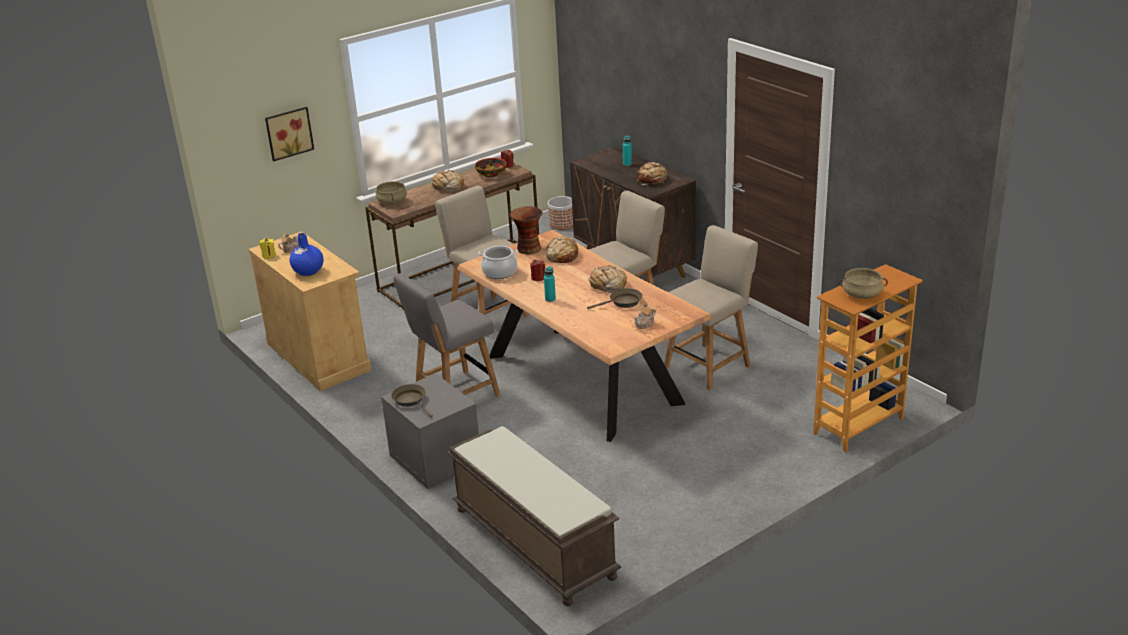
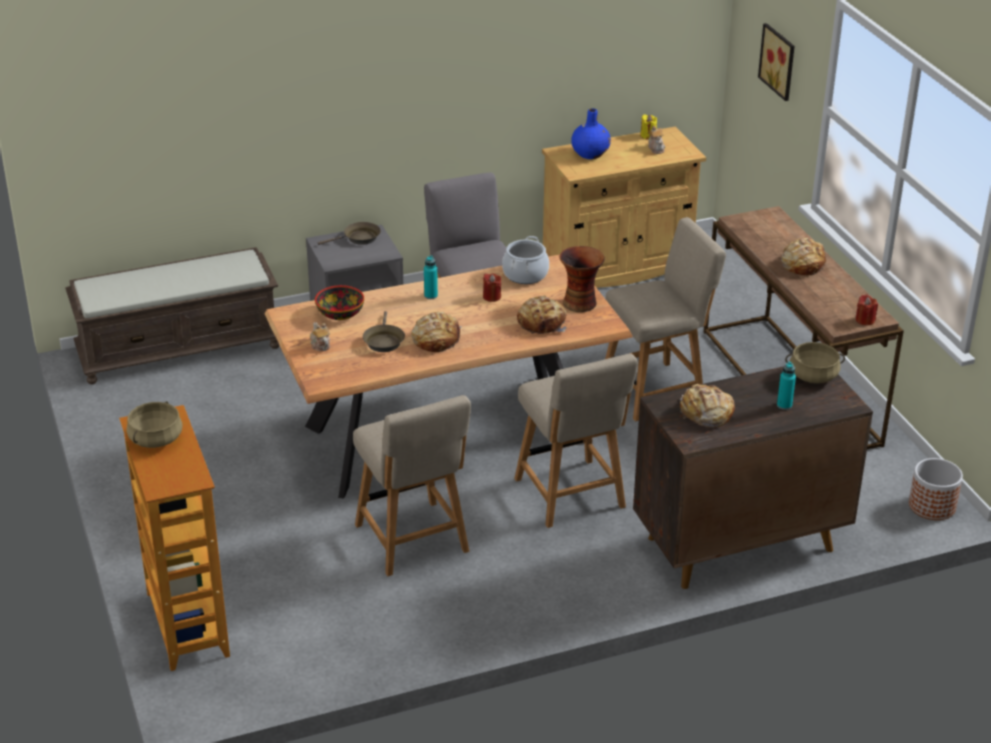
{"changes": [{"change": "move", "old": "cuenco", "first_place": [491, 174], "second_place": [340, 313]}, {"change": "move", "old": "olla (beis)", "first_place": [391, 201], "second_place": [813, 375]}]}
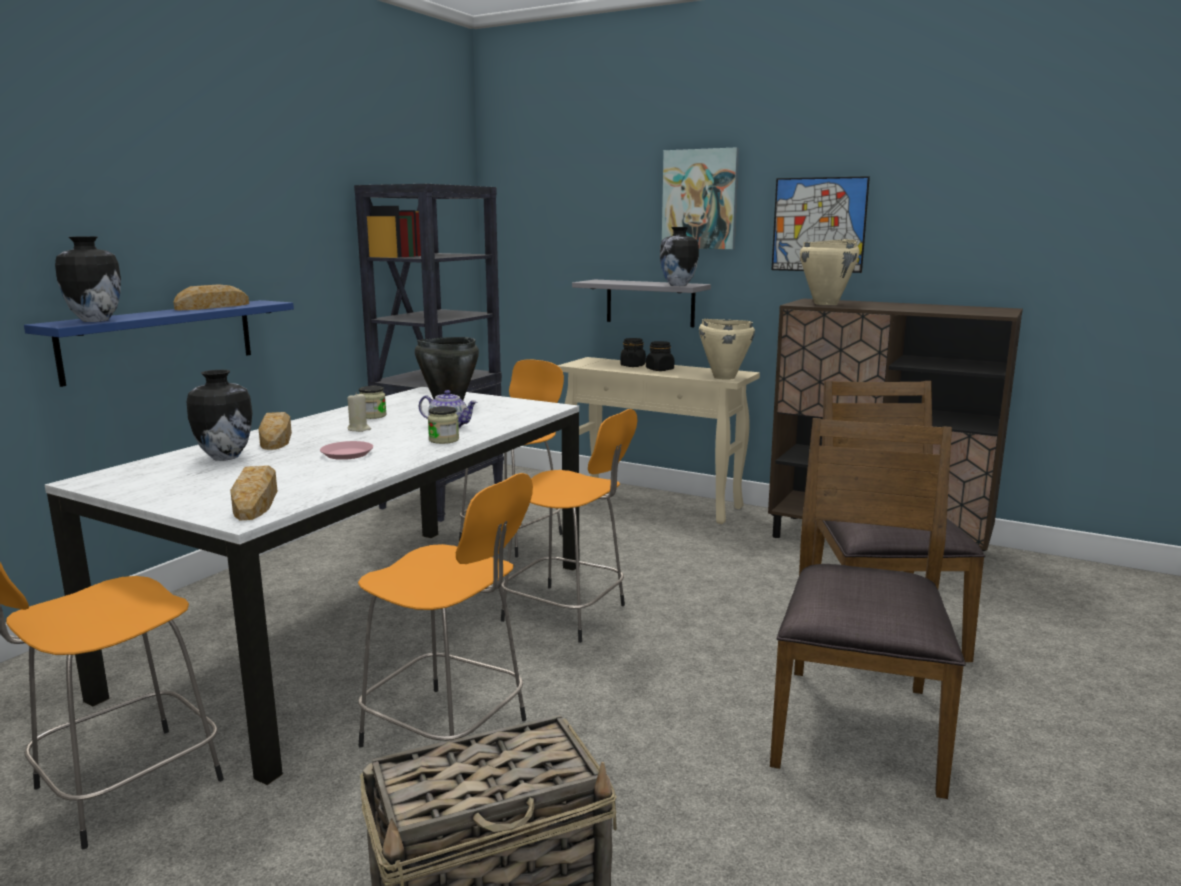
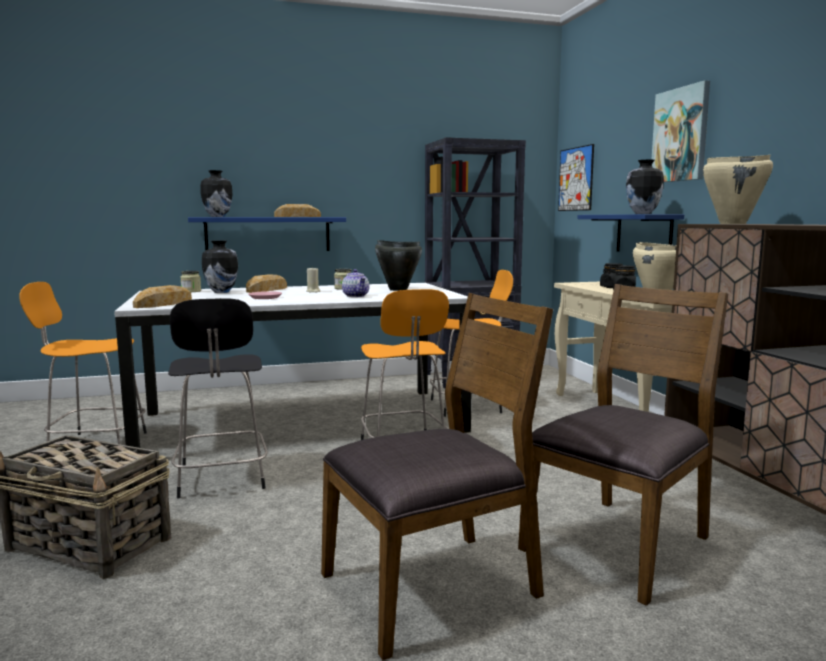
{"changes": [{"change": "recolor", "old": "taburete (naranja)", "new": "taburete (negro)", "first_place": [449, 735], "second_place": [222, 479]}, {"change": "move", "old": "tarro", "first_place": [444, 440], "second_place": [191, 291]}, {"change": "move", "old": "cuadro", "first_place": [819, 225], "second_place": [576, 179]}, {"change": "recolor", "old": "estante (gris)", "new": "estante (azul)", "first_place": [650, 303], "second_place": [643, 234]}]}
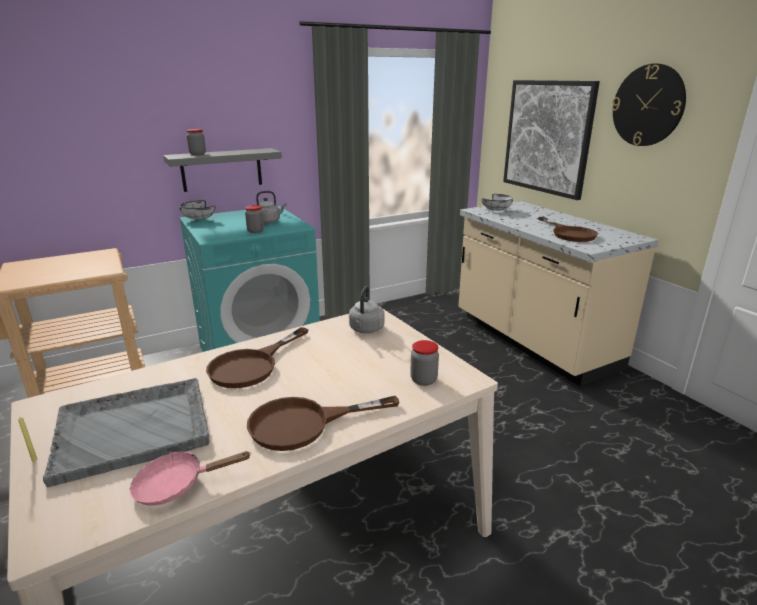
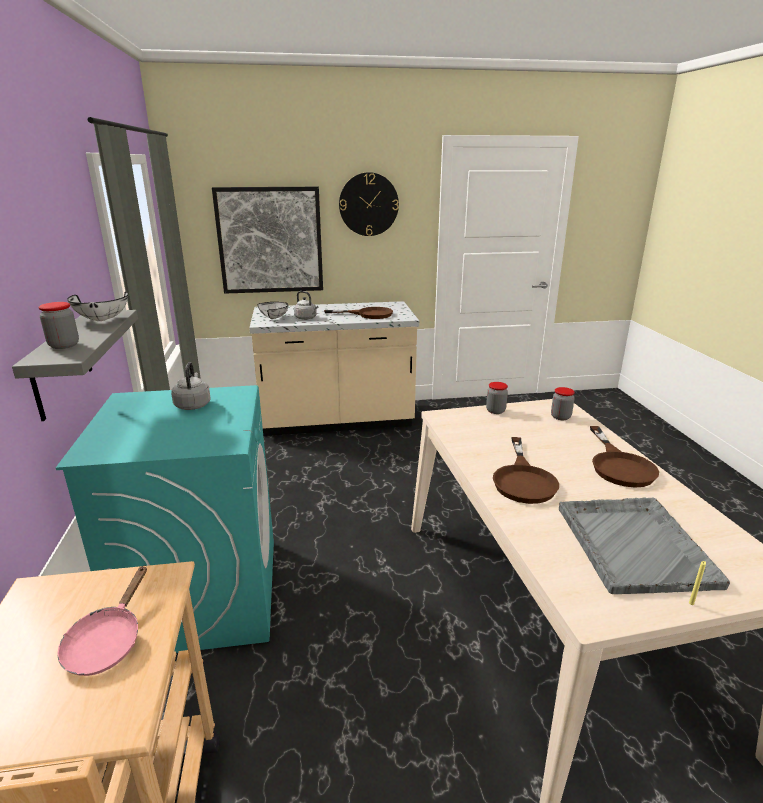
{"changes": [{"change": "move", "old": "sartén (rosa)", "first_place": [177, 485], "second_place": [107, 642]}, {"change": "move", "old": "cuenco (blanco)", "first_place": [197, 219], "second_place": [102, 320]}, {"change": "move", "old": "hervidor (gris)", "first_place": [366, 329], "second_place": [306, 318]}, {"change": "move", "old": "tarro", "first_place": [256, 231], "second_place": [495, 411]}, {"change": "rotate", "old": "sartén (marrón)", "first_place": [252, 365], "second_place": [523, 479], "degrees": 45}]}
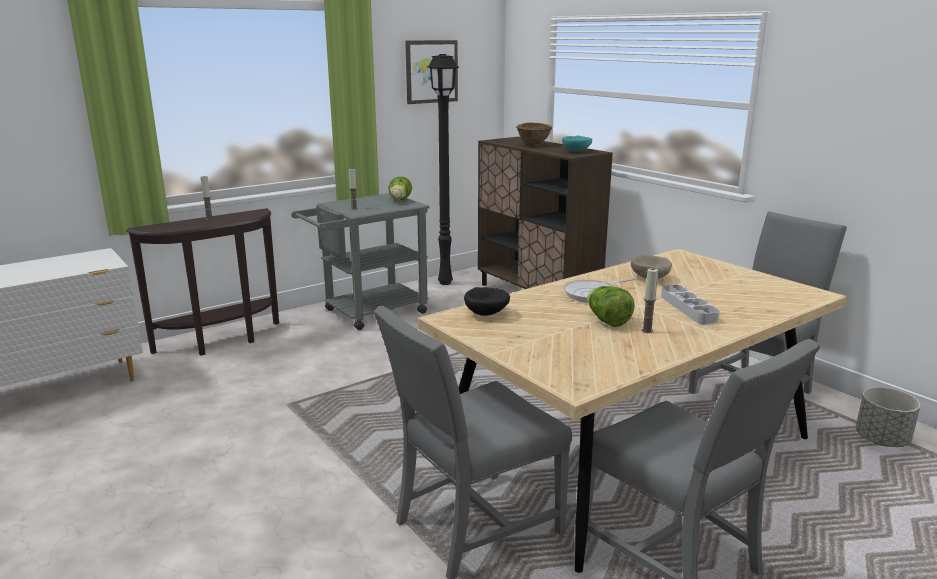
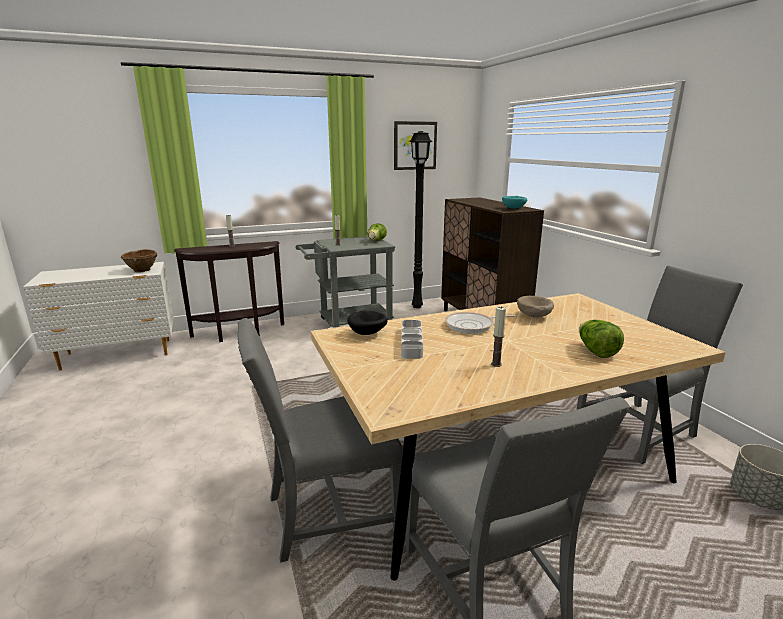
{"changes": [{"change": "move", "old": "cuenco (marrón)", "first_place": [533, 145], "second_place": [142, 270]}, {"change": "move", "old": "bandeja (gris)", "first_place": [688, 308], "second_place": [411, 342]}, {"change": "move", "old": "lechuga", "first_place": [607, 321], "second_place": [596, 351]}]}
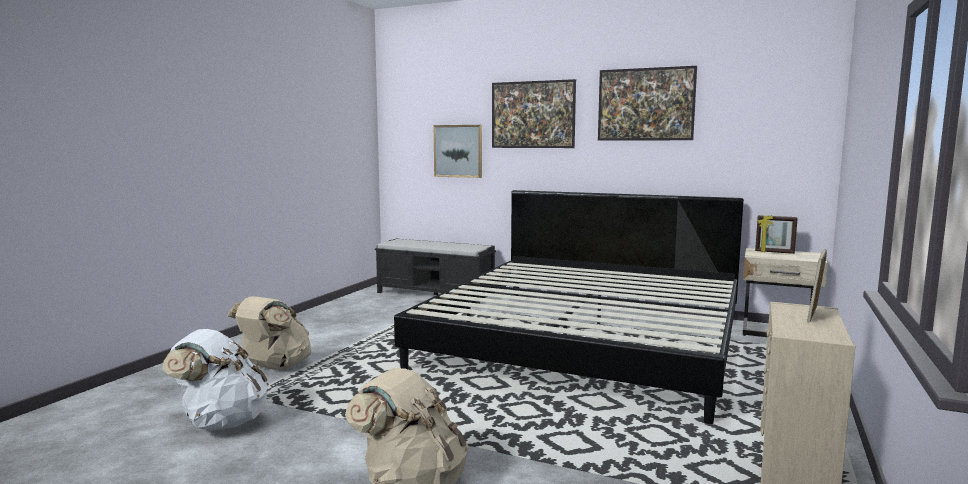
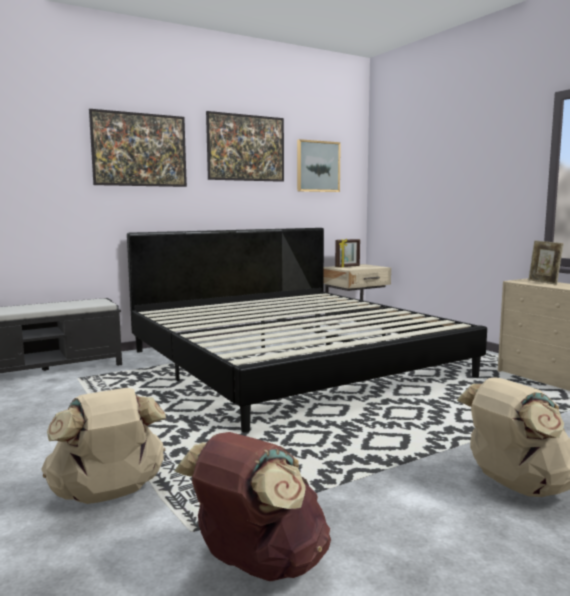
{"changes": [{"change": "recolor", "old": "mochila (blanco)", "new": "mochila (marrón)", "first_place": [222, 422], "second_place": [258, 565]}, {"change": "move", "old": "cuadro", "first_place": [458, 151], "second_place": [318, 166]}]}
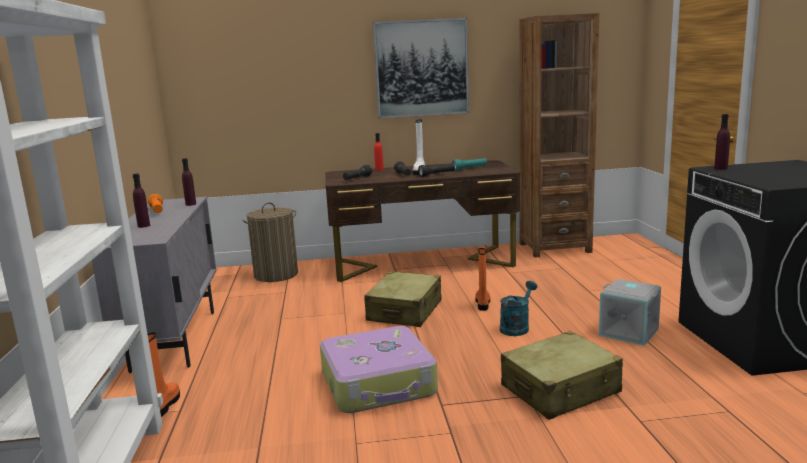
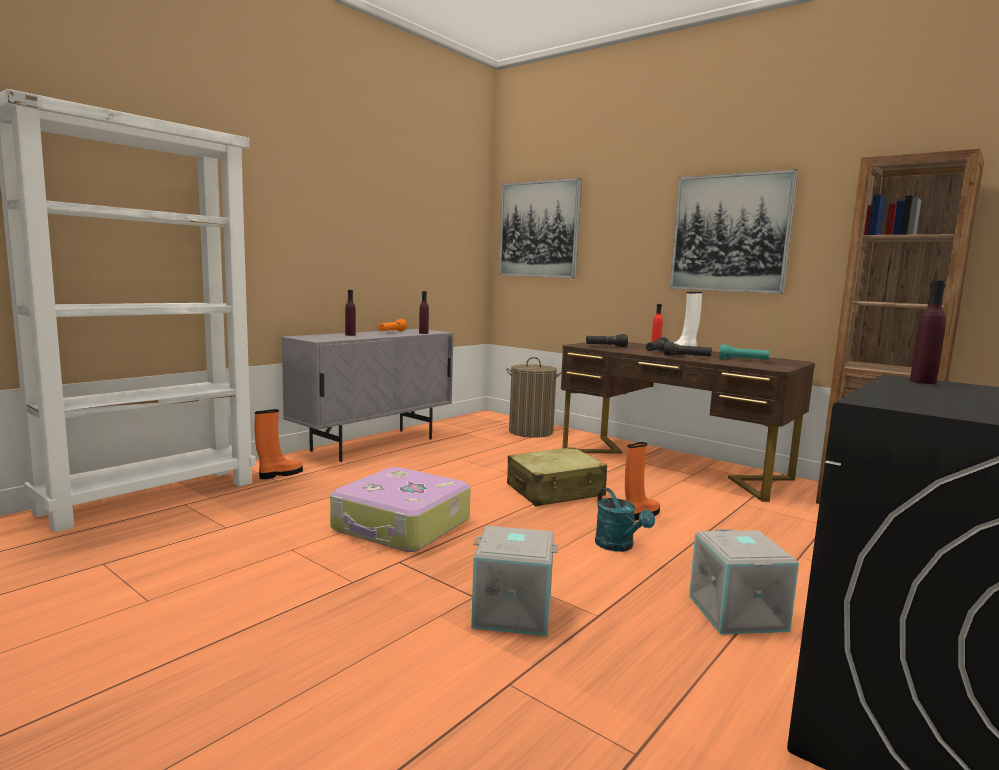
{"changes": [{"change": "replace", "old": "maleta (beis)", "new": "caja de almacenaje (gris)", "first_place": [560, 390], "second_place": [513, 611]}, {"change": "insert", "new": "cuadro", "second_place": [539, 229]}, {"change": "rotate", "old": "regadera (turquesa)", "first_place": [516, 327], "second_place": [618, 546], "degrees": 75}]}
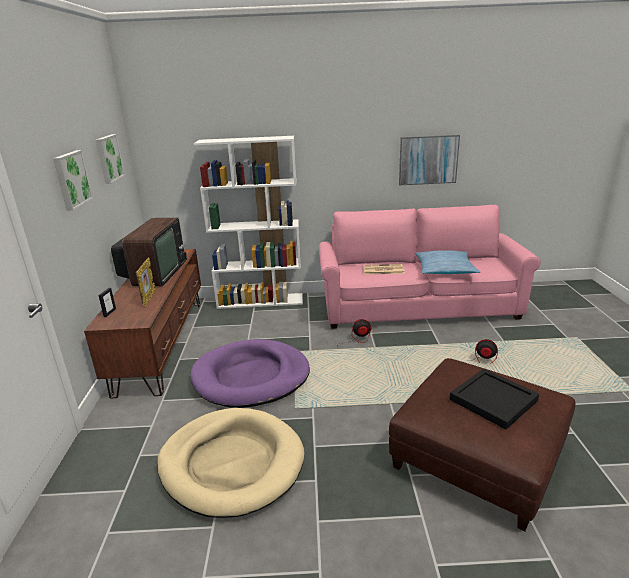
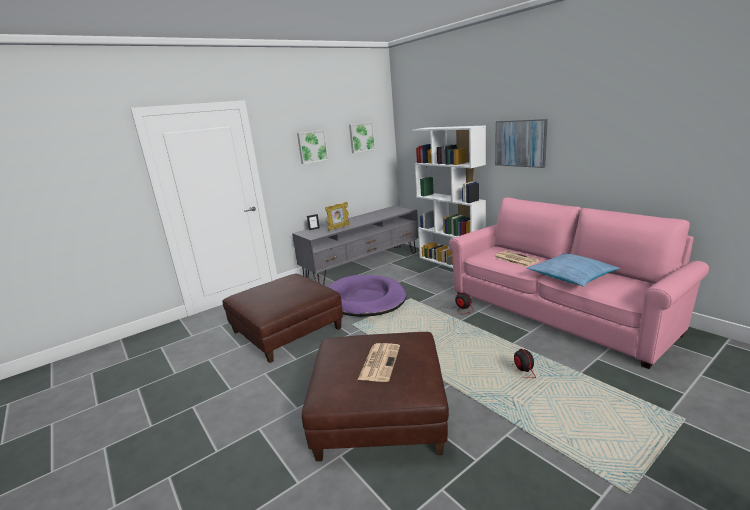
{"changes": [{"change": "replace", "old": "cama para perro (beis)", "new": "puf (marrón)", "first_place": [231, 463], "second_place": [286, 330]}, {"change": "recolor", "old": "mueble de televisión (marrón)", "new": "mueble de televisión (gris)", "first_place": [162, 343], "second_place": [363, 265]}, {"change": "replace", "old": "bandeja (negro)", "new": "periódico", "first_place": [492, 400], "second_place": [379, 362]}, {"change": "move", "old": "cuadro", "first_place": [428, 160], "second_place": [520, 143]}, {"change": "delete", "old": "televisor", "first_place": [155, 274]}]}
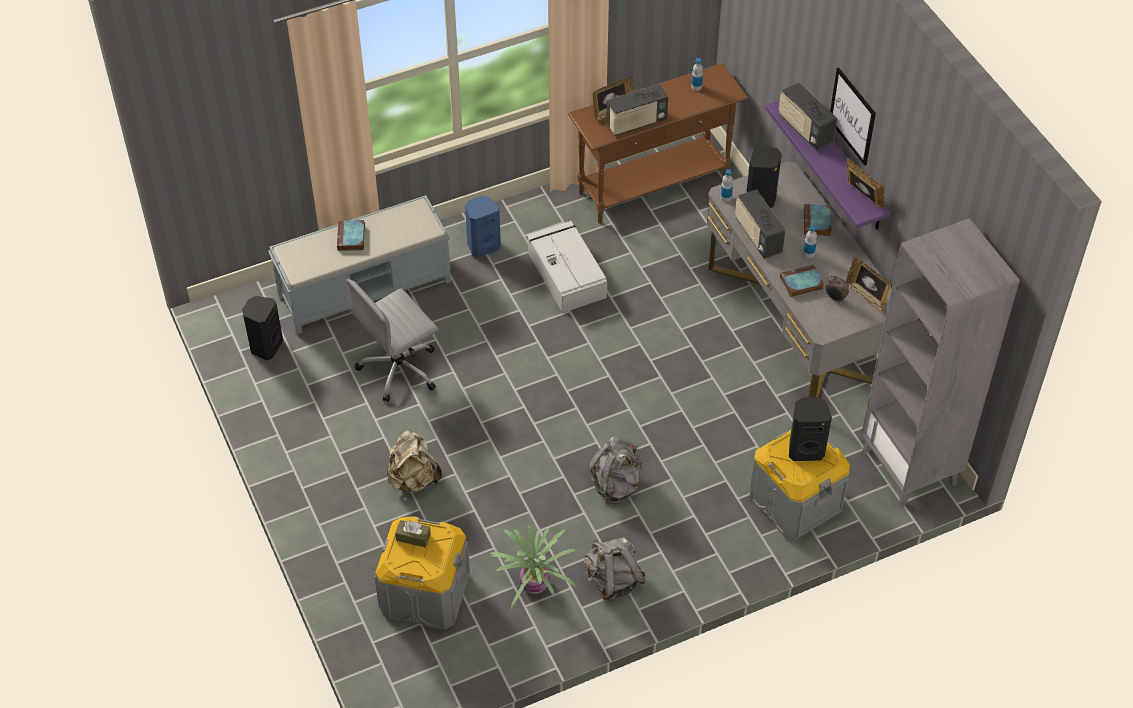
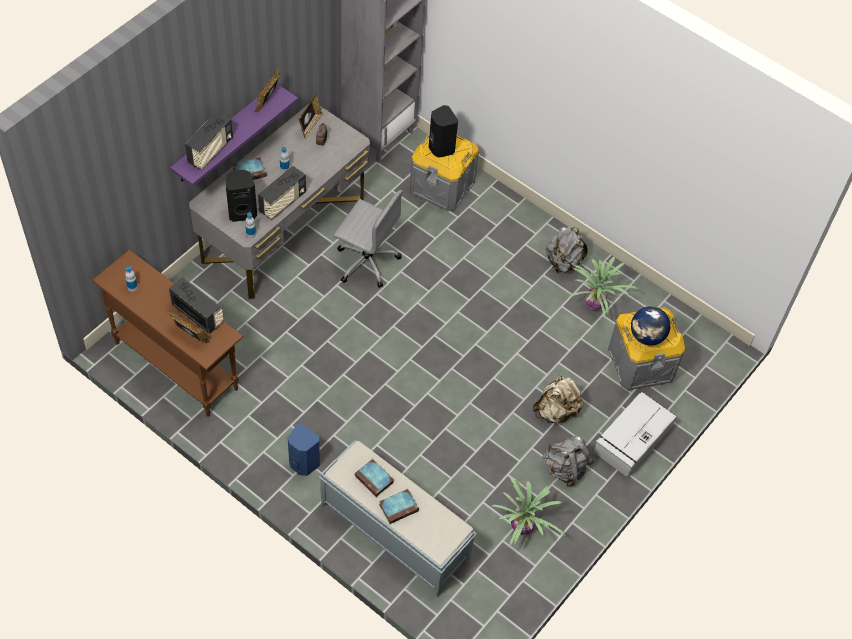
{"changes": [{"change": "move", "old": "silla de oficina (gris)", "first_place": [400, 368], "second_place": [366, 261]}, {"change": "move", "old": "libro", "first_place": [801, 283], "second_place": [375, 479]}, {"change": "insert", "new": "planta en maceta", "second_place": [523, 528]}, {"change": "move", "old": "mochila (gris)", "first_place": [616, 485], "second_place": [565, 469]}, {"change": "move", "old": "caja de almacenaje (gris)", "first_place": [566, 274], "second_place": [632, 440]}, {"change": "replace", "old": "caja de pañuelos (marrón)", "new": "globo terráqueo", "first_place": [413, 537], "second_place": [647, 336]}, {"change": "delete", "old": "altavoz (negro)", "first_place": [265, 346]}, {"change": "delete", "old": "cuadro", "first_place": [852, 116]}]}
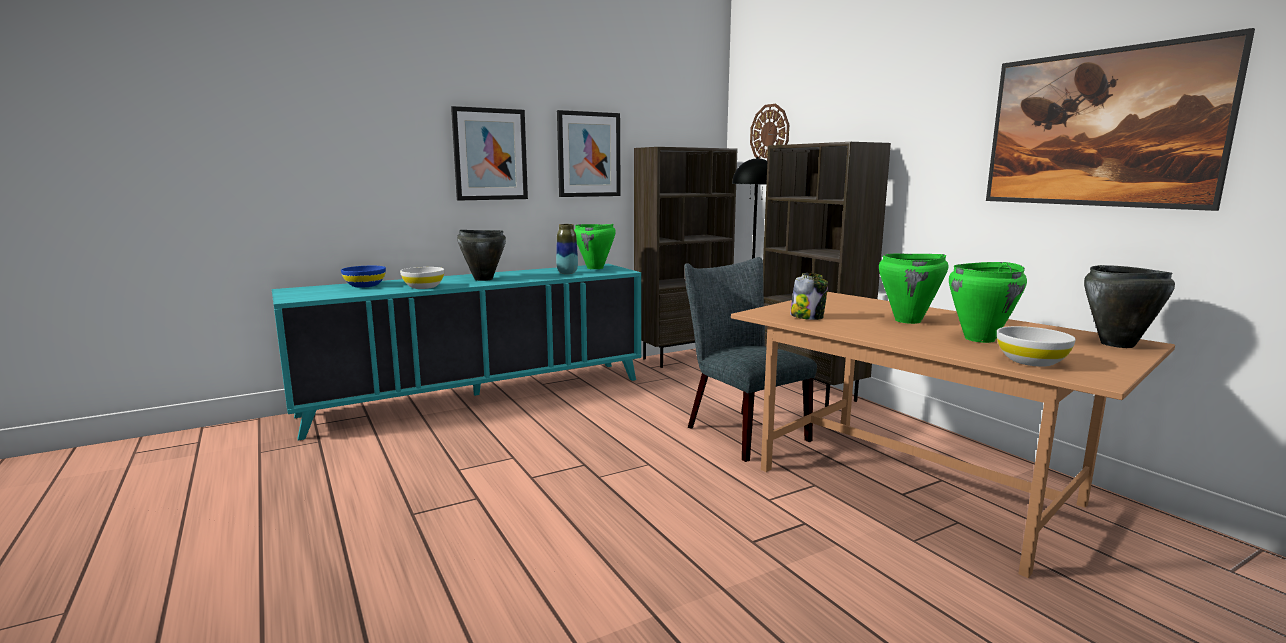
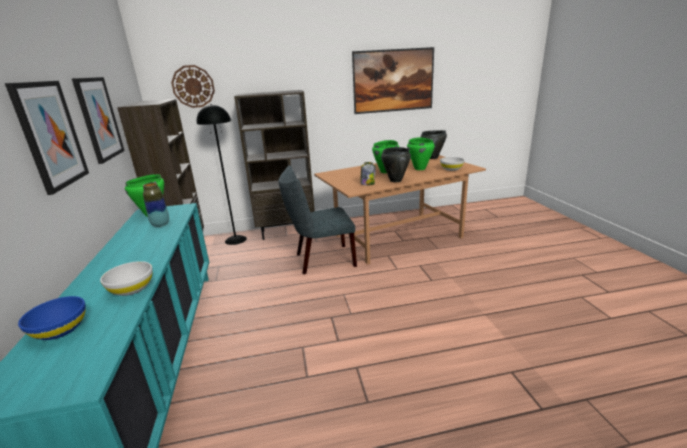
{"changes": [{"change": "move", "old": "olla (negro)", "first_place": [483, 279], "second_place": [395, 180]}]}
